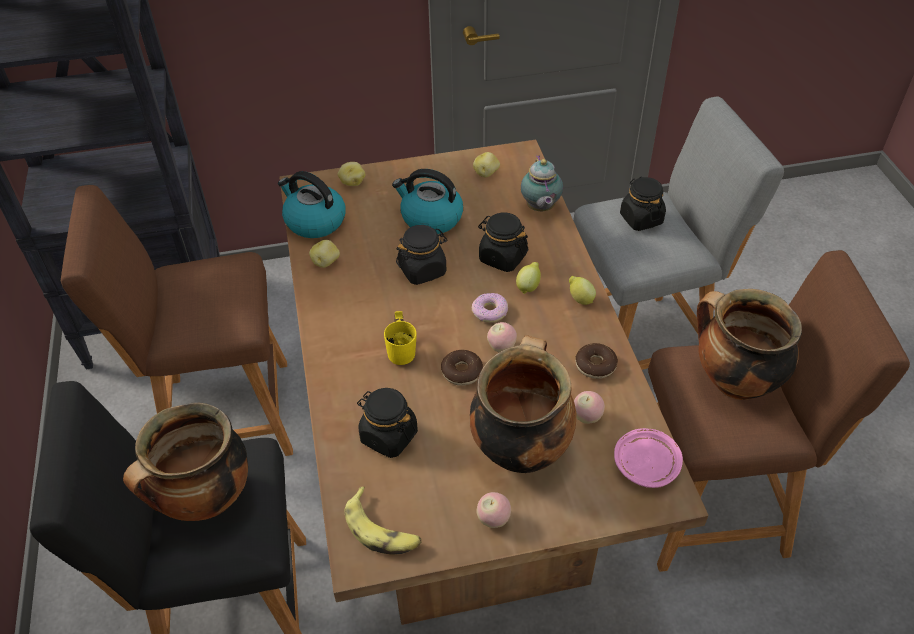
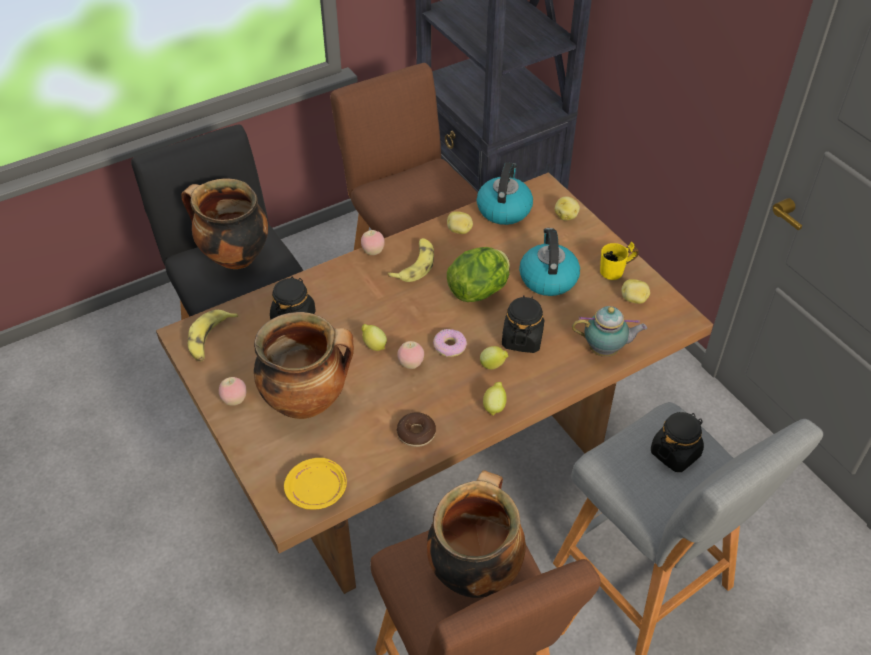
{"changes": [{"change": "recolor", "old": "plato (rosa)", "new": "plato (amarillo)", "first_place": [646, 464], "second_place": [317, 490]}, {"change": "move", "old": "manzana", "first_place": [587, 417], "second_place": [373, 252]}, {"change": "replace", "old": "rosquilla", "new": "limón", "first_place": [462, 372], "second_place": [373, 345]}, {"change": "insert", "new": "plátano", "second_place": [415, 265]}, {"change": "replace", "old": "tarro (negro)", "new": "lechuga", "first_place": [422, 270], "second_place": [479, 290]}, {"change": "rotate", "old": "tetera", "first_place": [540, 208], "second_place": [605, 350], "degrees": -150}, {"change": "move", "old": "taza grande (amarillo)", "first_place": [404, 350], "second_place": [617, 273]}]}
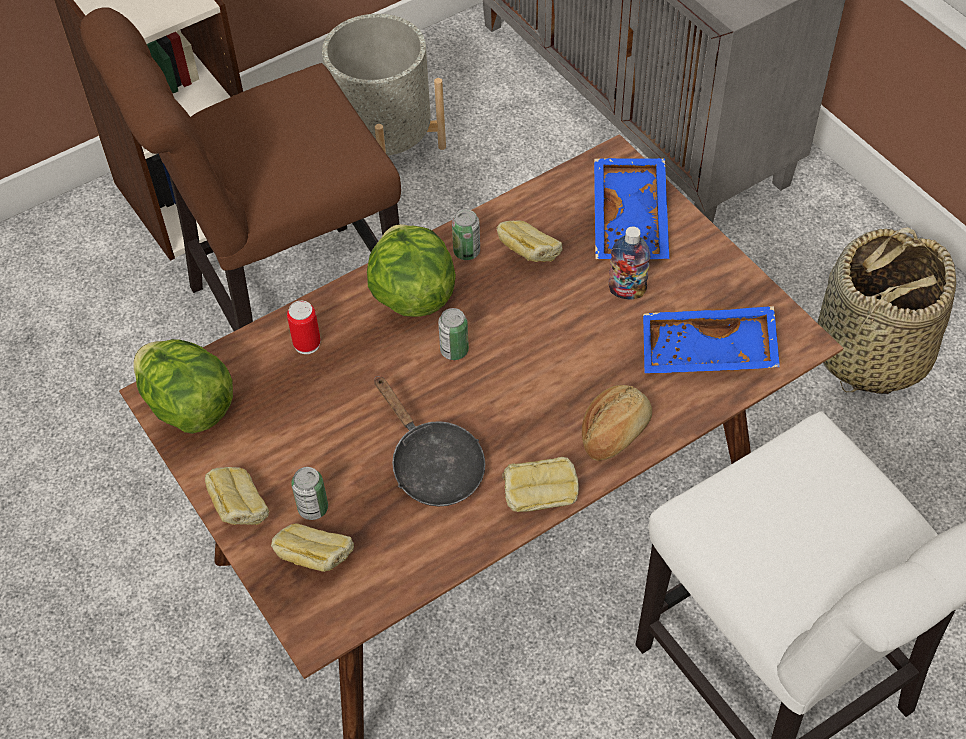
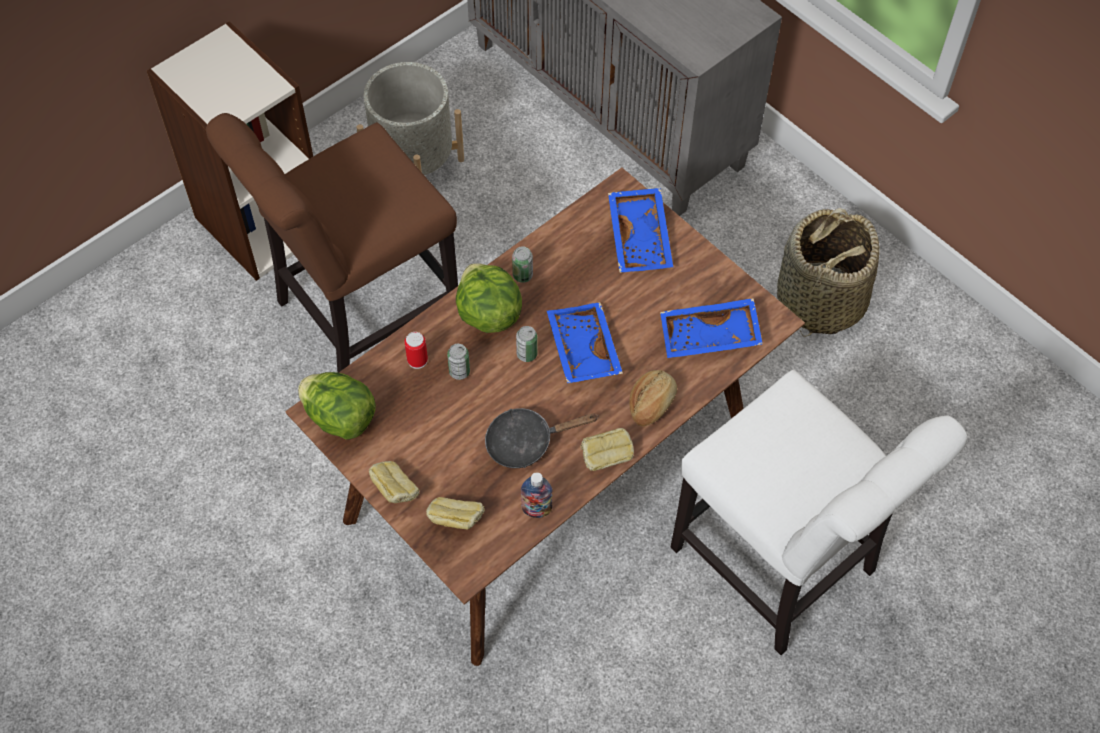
{"changes": [{"change": "move", "old": "lata", "first_place": [313, 508], "second_place": [459, 372]}, {"change": "rotate", "old": "sartén (negro)", "first_place": [432, 465], "second_place": [526, 442], "degrees": 120}, {"change": "move", "old": "botella", "first_place": [627, 291], "second_place": [536, 510]}, {"change": "insert", "new": "bandeja (azul)", "second_place": [581, 350]}, {"change": "delete", "old": "pan", "first_place": [528, 257]}]}
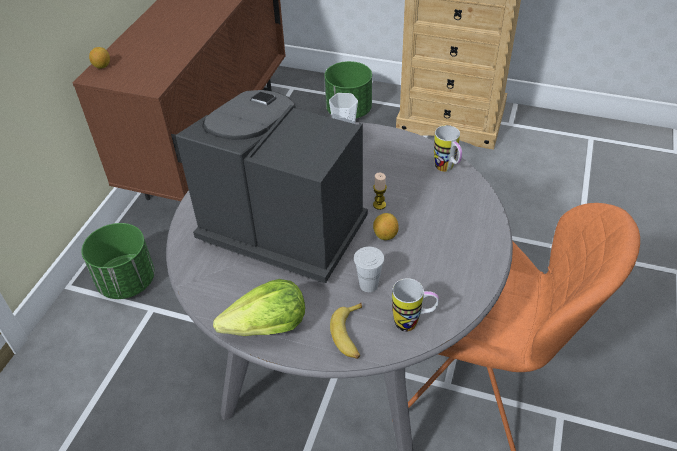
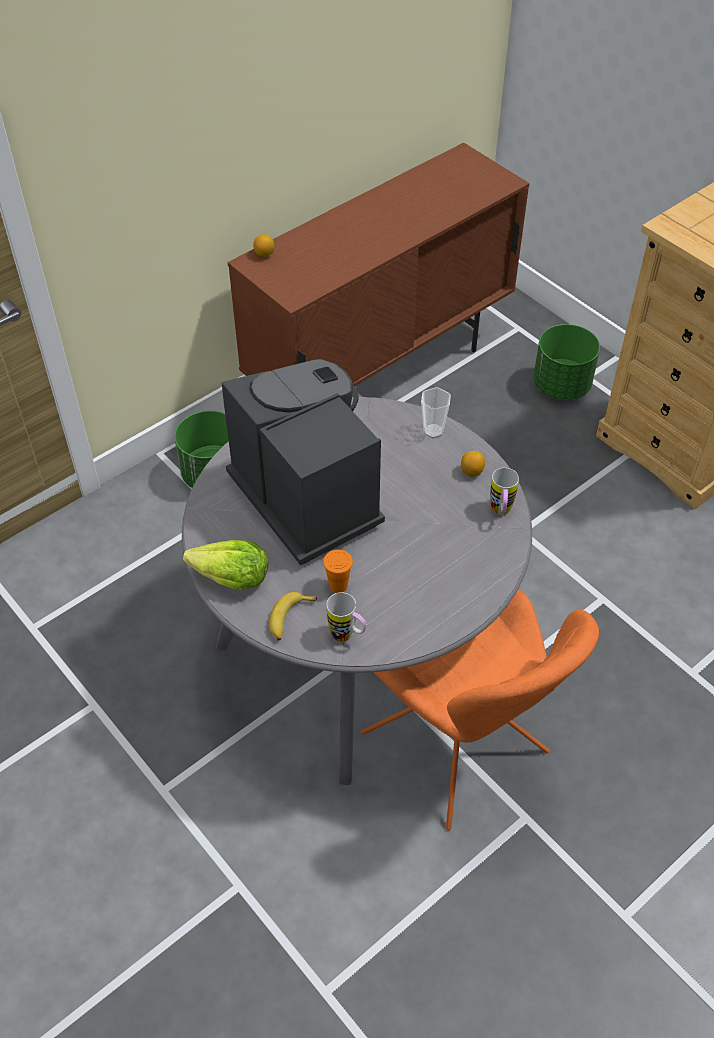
{"changes": [{"change": "recolor", "old": "taza (blanco)", "new": "taza (naranja)", "first_place": [368, 285], "second_place": [338, 585]}, {"change": "move", "old": "limón", "first_place": [385, 235], "second_place": [471, 471]}, {"change": "delete", "old": "vela", "first_place": [379, 205]}]}
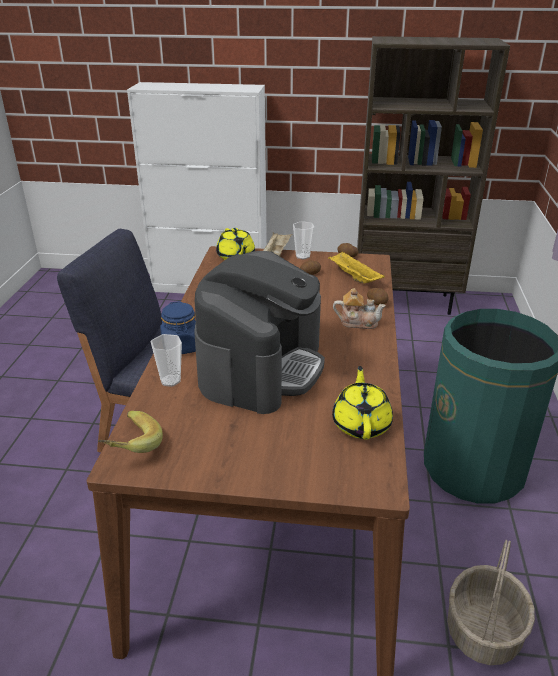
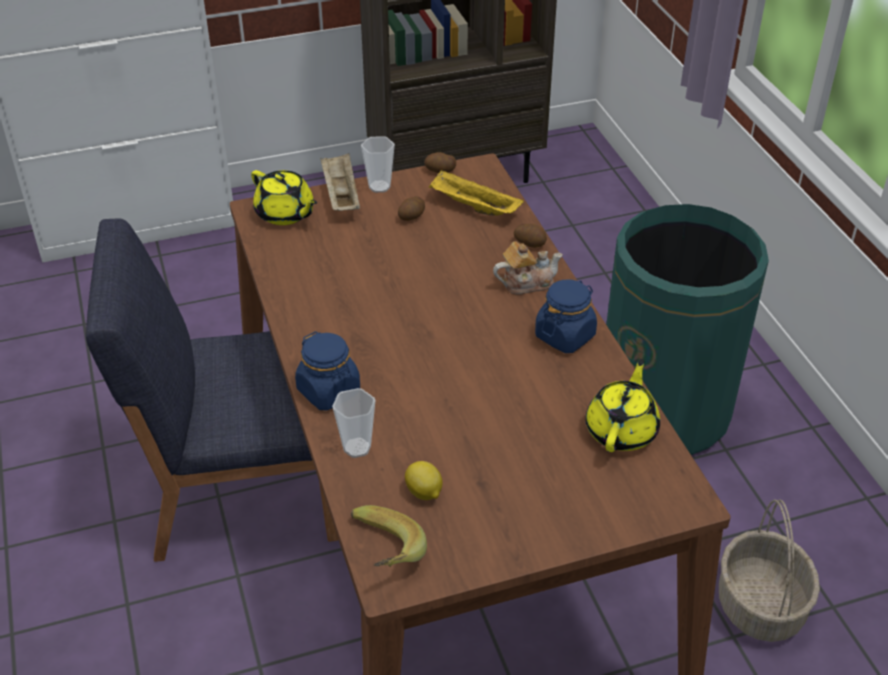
{"changes": [{"change": "insert", "new": "limón", "second_place": [424, 493]}, {"change": "insert", "new": "tarro (azul)", "second_place": [565, 336]}, {"change": "rotate", "old": "tetera (amarillo)", "first_place": [361, 424], "second_place": [622, 430], "degrees": 45}, {"change": "delete", "old": "cafetera", "first_place": [261, 367]}]}
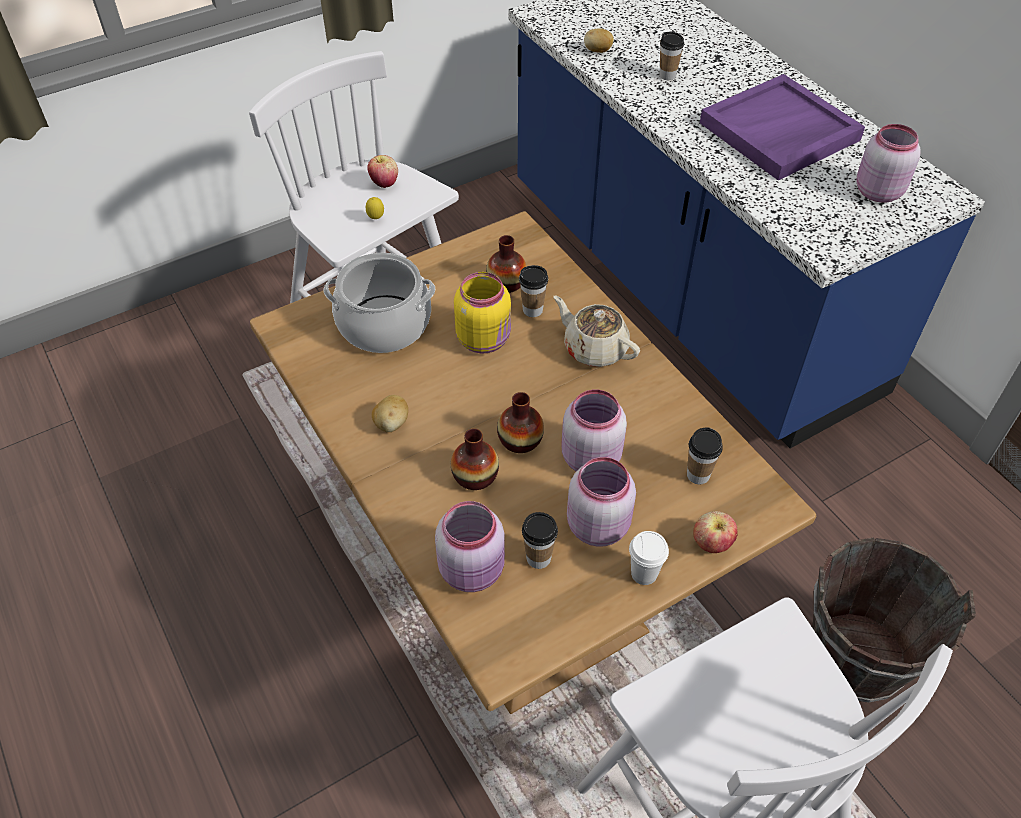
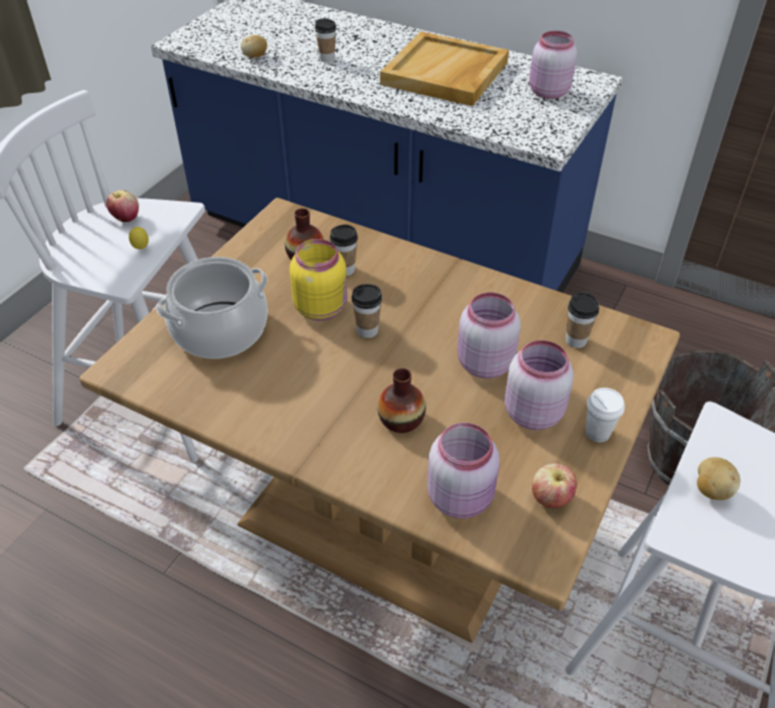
{"changes": [{"change": "move", "old": "taza", "first_place": [538, 558], "second_place": [367, 331]}, {"change": "recolor", "old": "bandeja (morado)", "new": "bandeja (beis)", "first_place": [779, 132], "second_place": [445, 74]}, {"change": "move", "old": "manzana", "first_place": [711, 543], "second_place": [550, 498]}, {"change": "move", "old": "patata", "first_place": [391, 423], "second_place": [711, 489]}, {"change": "delete", "old": "florero", "first_place": [520, 440]}, {"change": "delete", "old": "tetera (beis)", "first_place": [594, 348]}]}
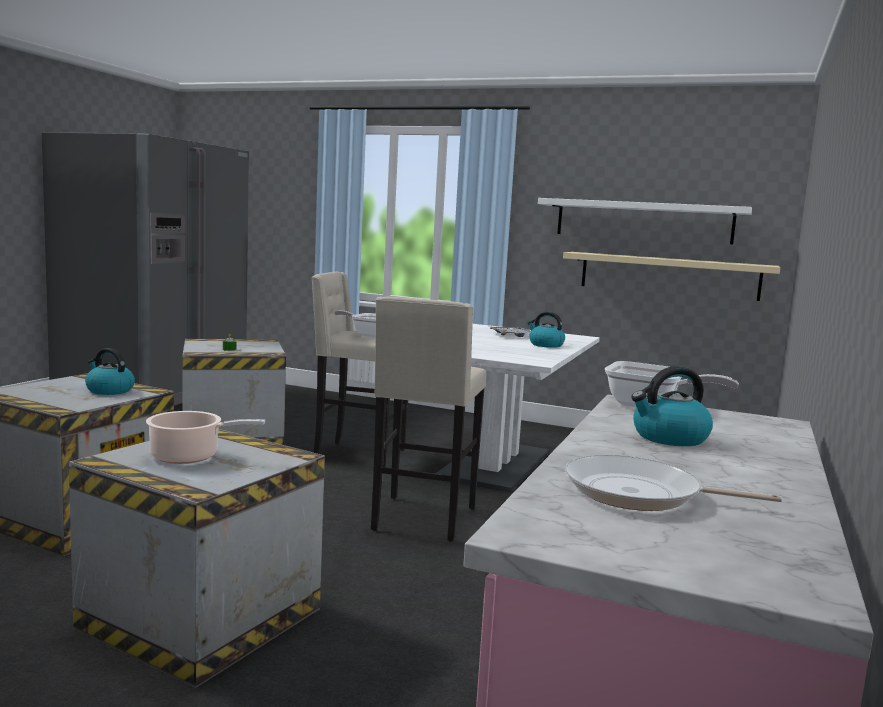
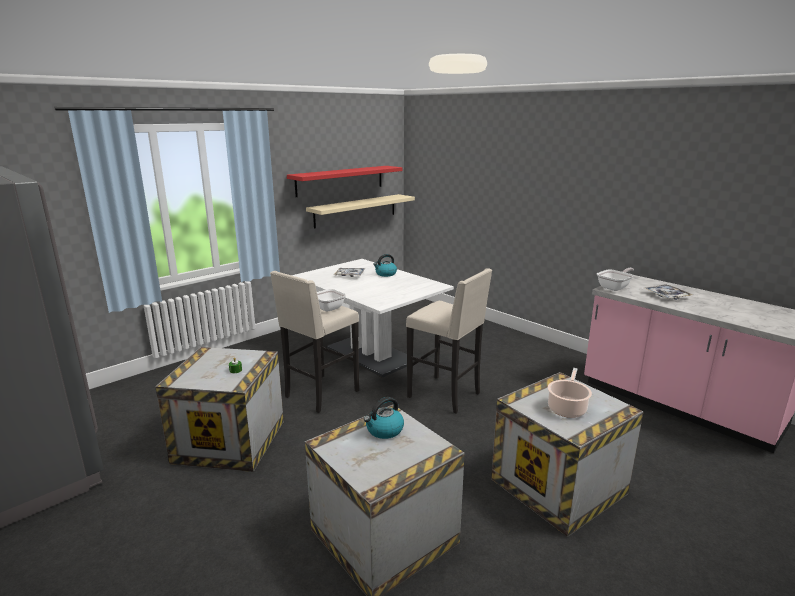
{"changes": [{"change": "recolor", "old": "estante (blanco)", "new": "estante (rojo)", "first_place": [643, 221], "second_place": [340, 180]}, {"change": "replace", "old": "hervidor", "new": "bandeja", "first_place": [669, 438], "second_place": [666, 296]}, {"change": "delete", "old": "sartén", "first_place": [640, 494]}]}
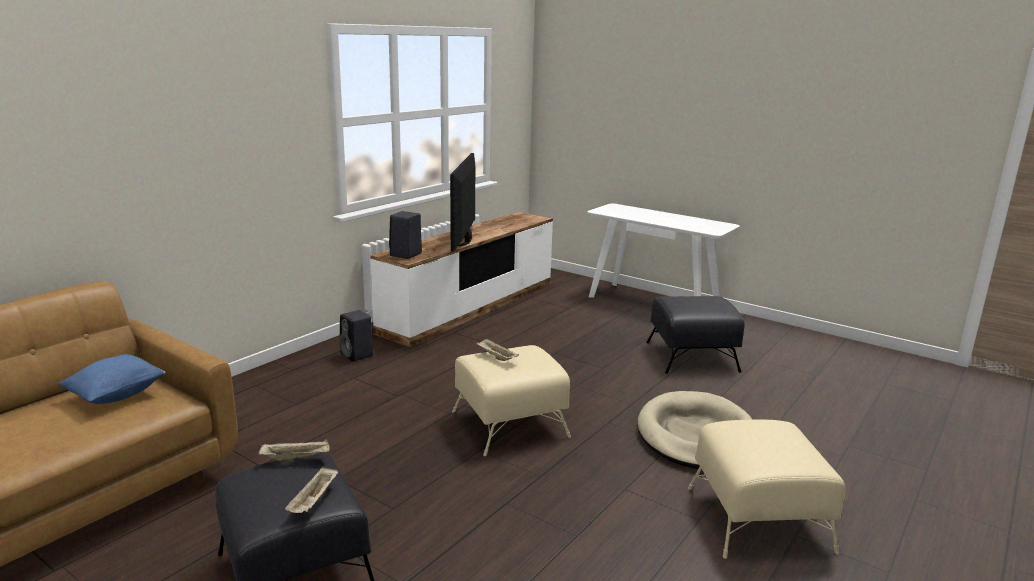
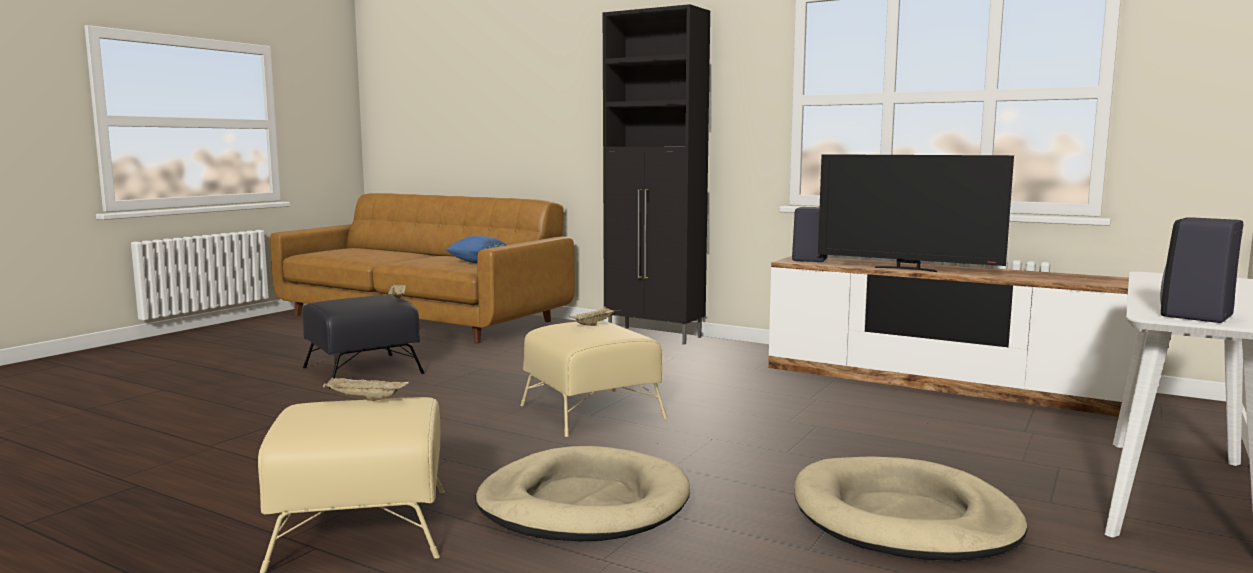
{"changes": [{"change": "move", "old": "bandeja (beis)", "first_place": [314, 501], "second_place": [364, 399]}, {"change": "insert", "new": "armario (negro)", "second_place": [655, 336]}, {"change": "replace", "old": "puf (negro)", "new": "cama para perro (beis)", "first_place": [692, 356], "second_place": [904, 518]}, {"change": "rotate", "old": "televisor", "first_place": [465, 240], "second_place": [907, 269], "degrees": -150}, {"change": "move", "old": "altavoz (negro)", "first_place": [357, 355], "second_place": [1196, 316]}]}
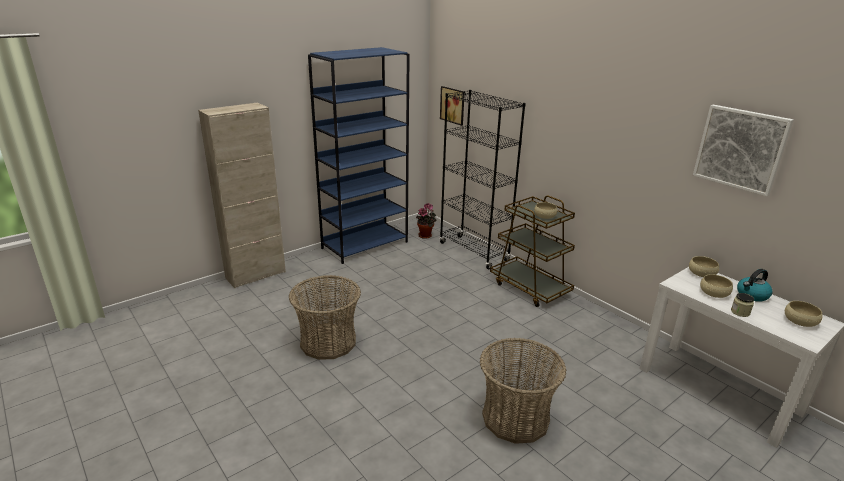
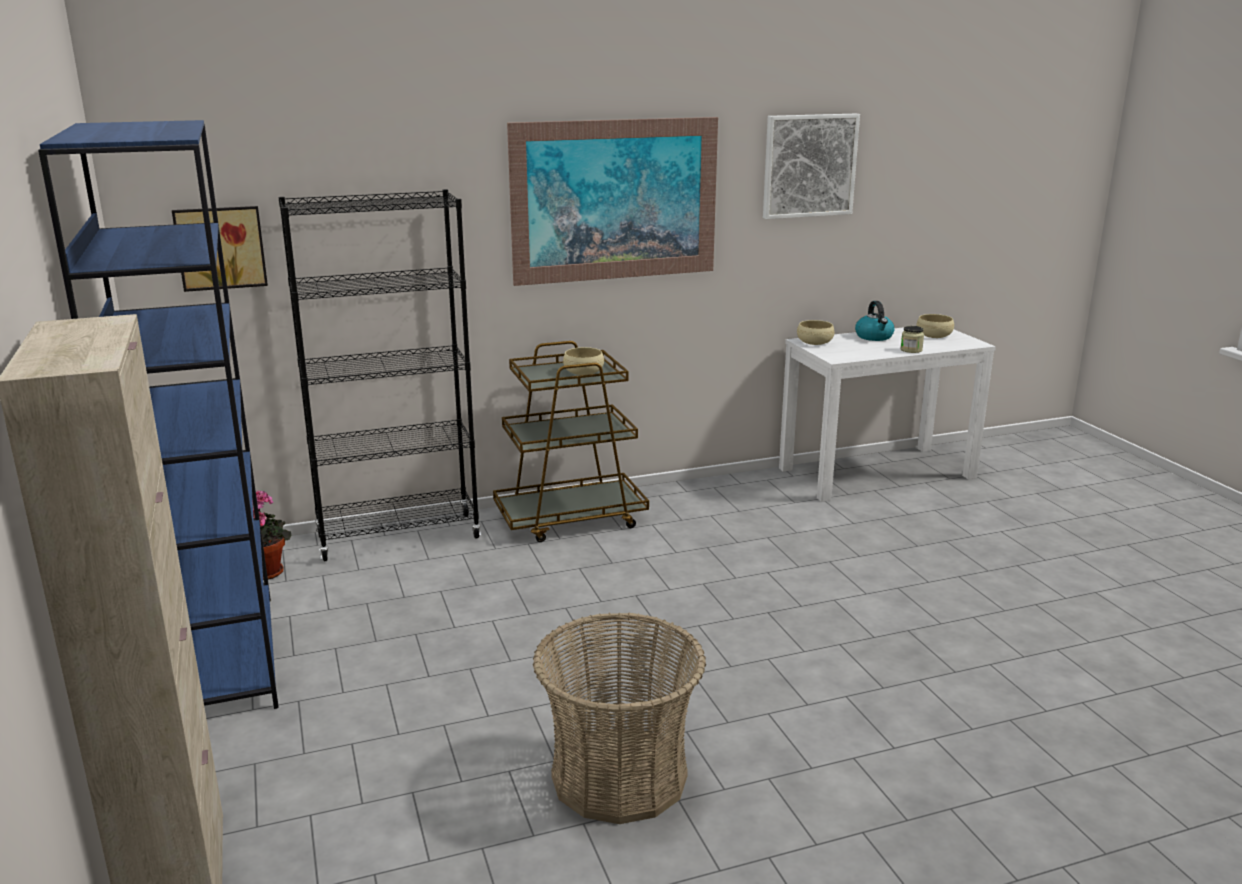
{"changes": [{"change": "insert", "new": "cuadro", "second_place": [615, 200]}, {"change": "delete", "old": "cesta", "first_place": [515, 418]}, {"change": "delete", "old": "cuenco (beis)", "first_place": [714, 293]}]}
